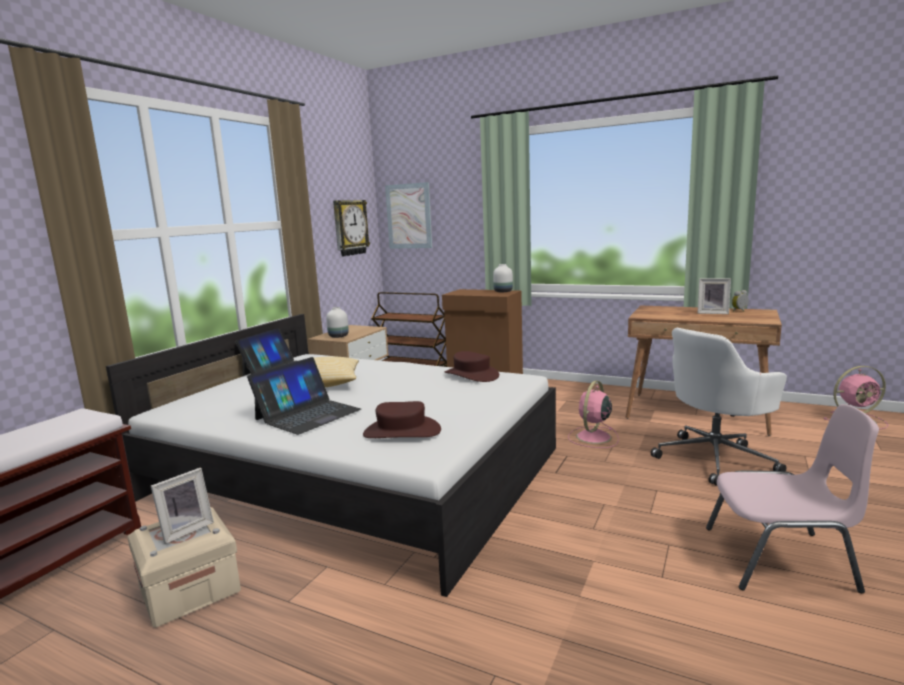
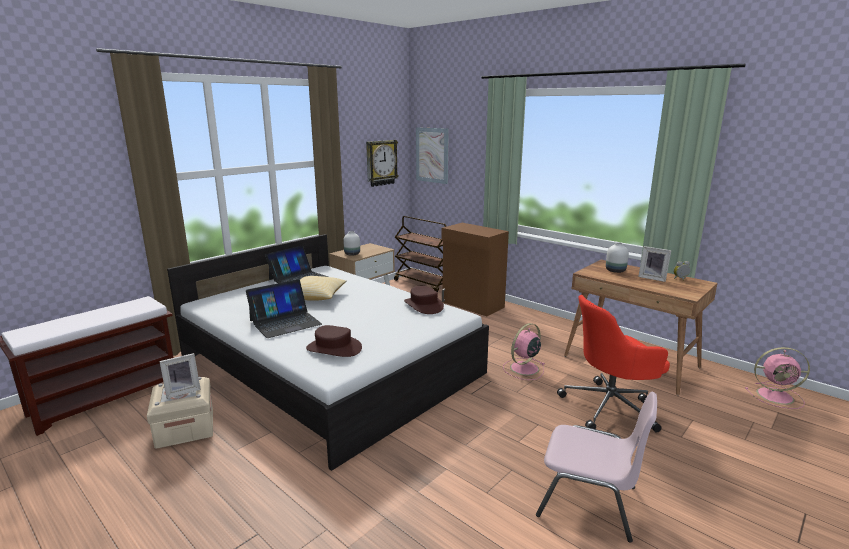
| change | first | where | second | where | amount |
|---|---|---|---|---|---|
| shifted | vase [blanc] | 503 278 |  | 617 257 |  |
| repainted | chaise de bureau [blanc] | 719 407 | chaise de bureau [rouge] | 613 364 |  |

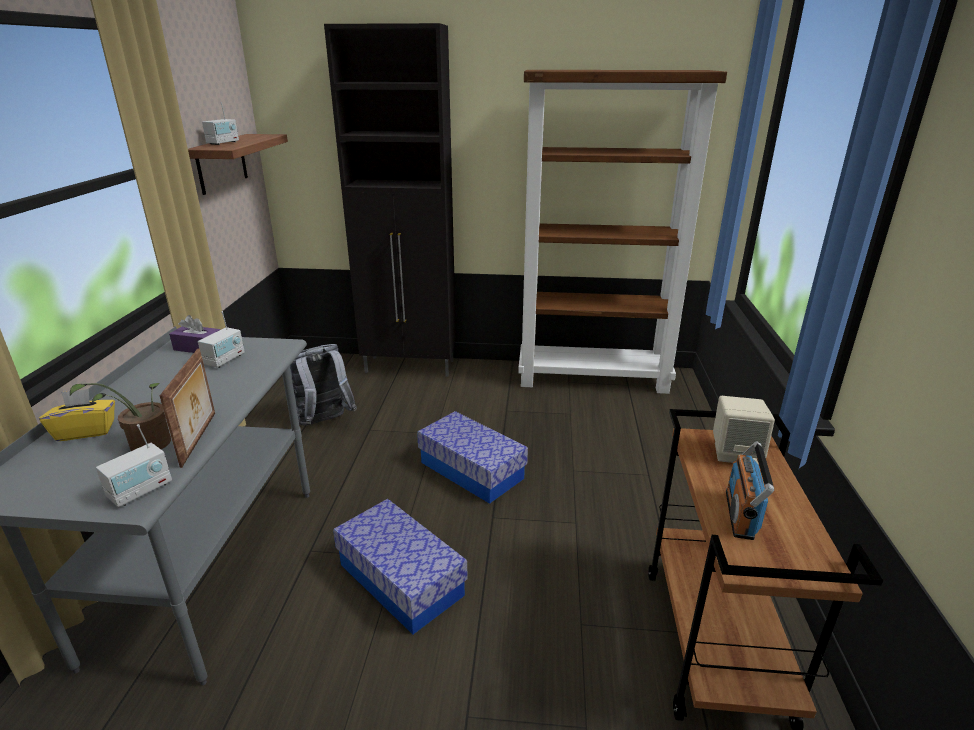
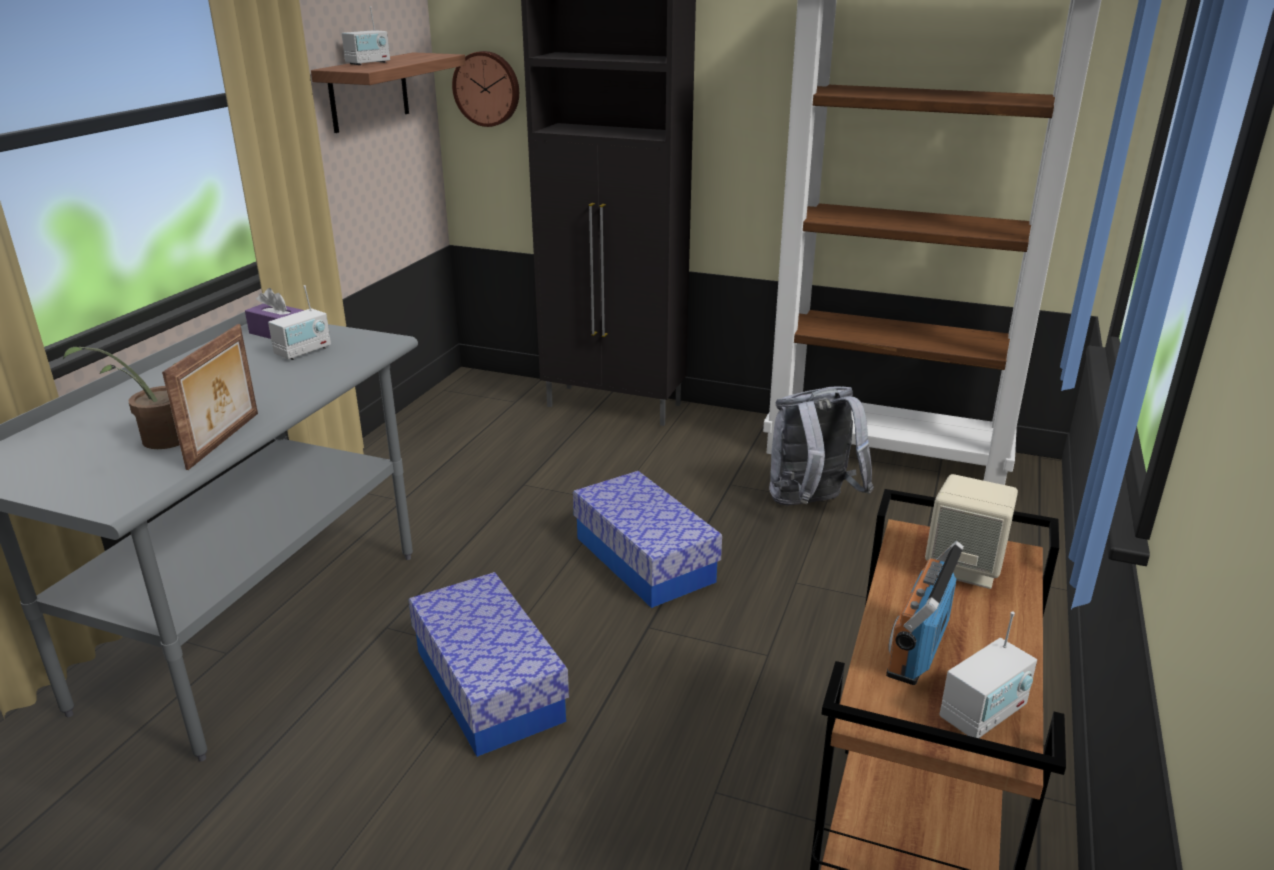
| change | first | where | second | where | amount |
|---|---|---|---|---|---|
| gone | boîte à mouchoirs [jaune] | 77 415 |  |  |  |
| new |  |  | horloge murale | 485 89 |  |
| shifted | radio | 134 465 |  | 988 674 |  |
| shifted | sac à dos [gris] | 323 384 |  | 821 446 |  |

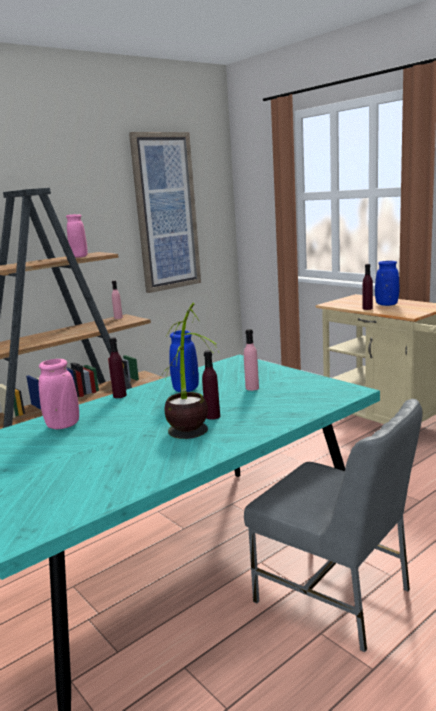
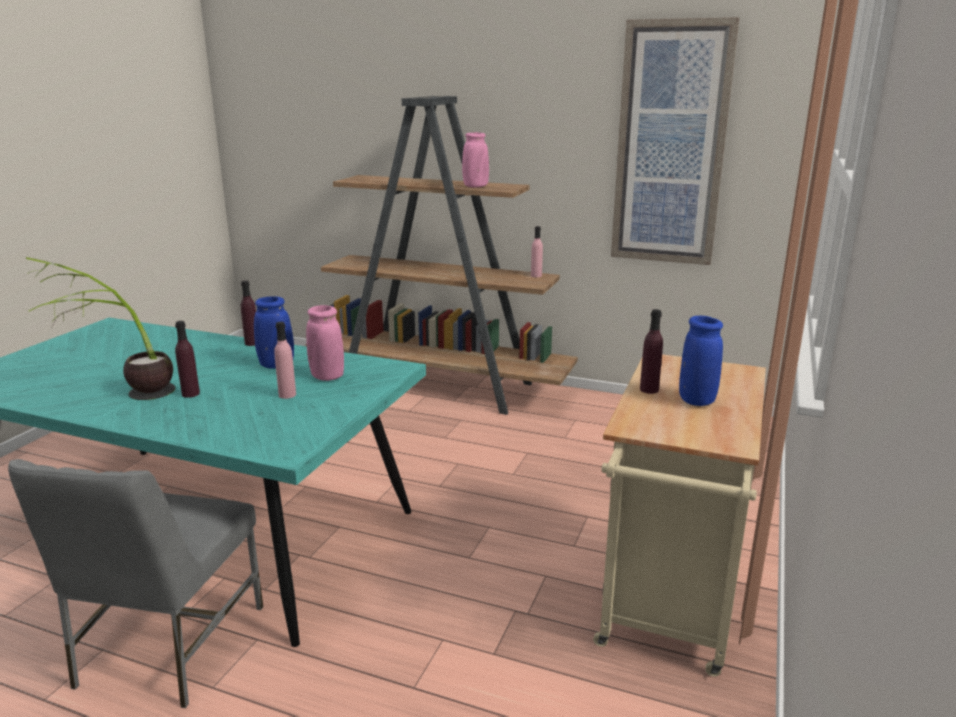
| change | first | where | second | where | amount |
|---|---|---|---|---|---|
| shifted | vase [rose] | 59 394 |  | 325 343 |  |

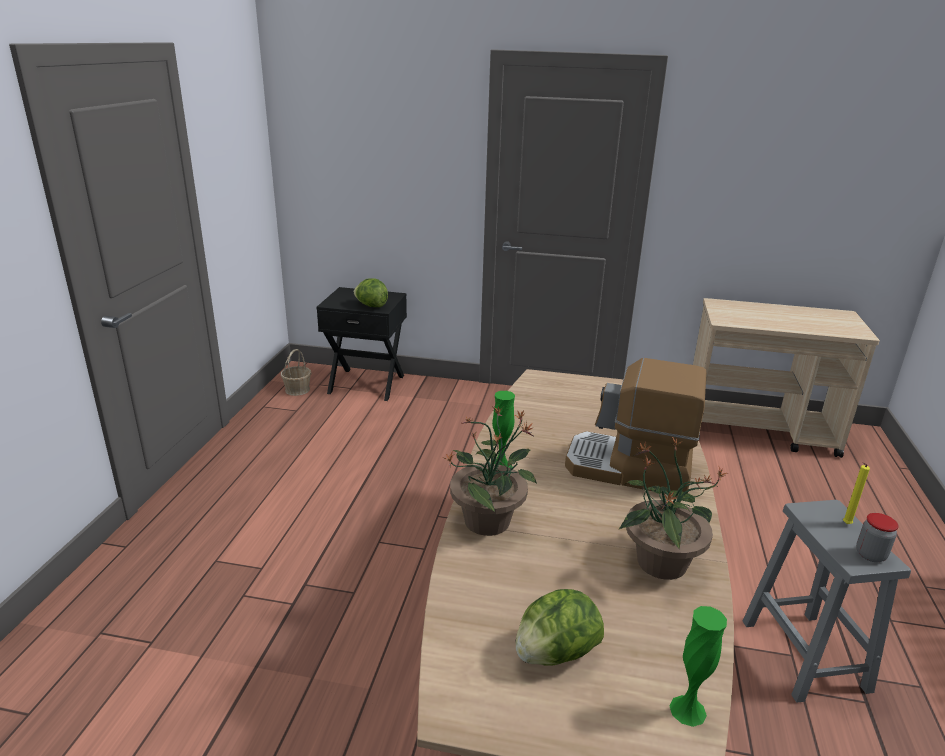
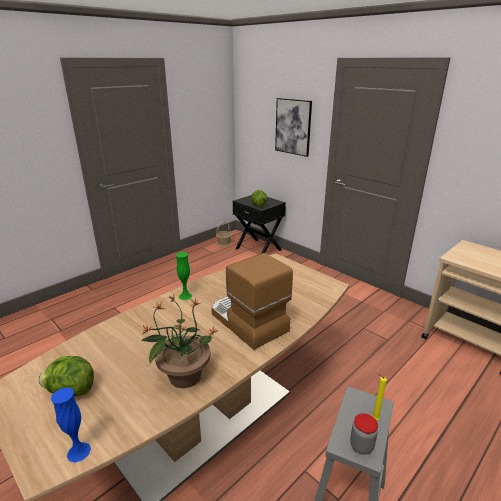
| change | first | where | second | where | amount |
|---|---|---|---|---|---|
| gone | plante en pot | 490 471 |  |  |  |
| new |  |  | tableau | 293 127 |  |
| repainted | vase [vert] | 698 666 | vase [bleu] | 71 425 |  |

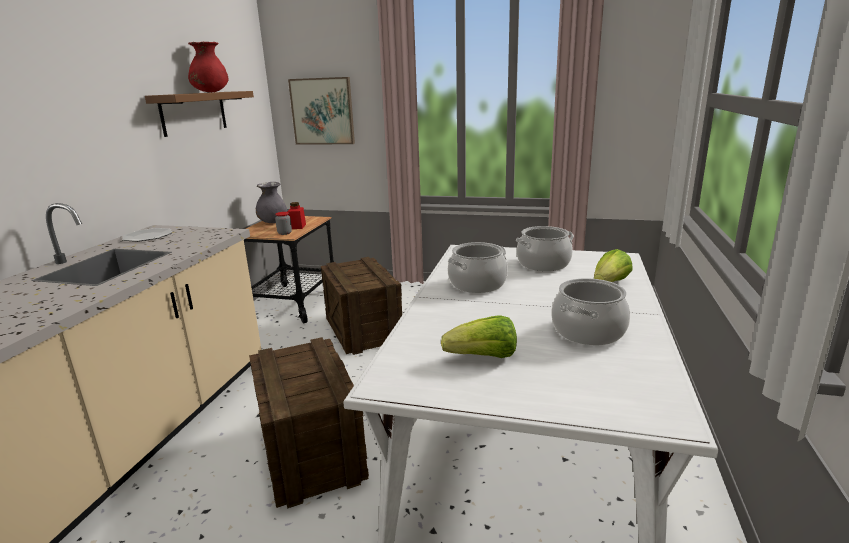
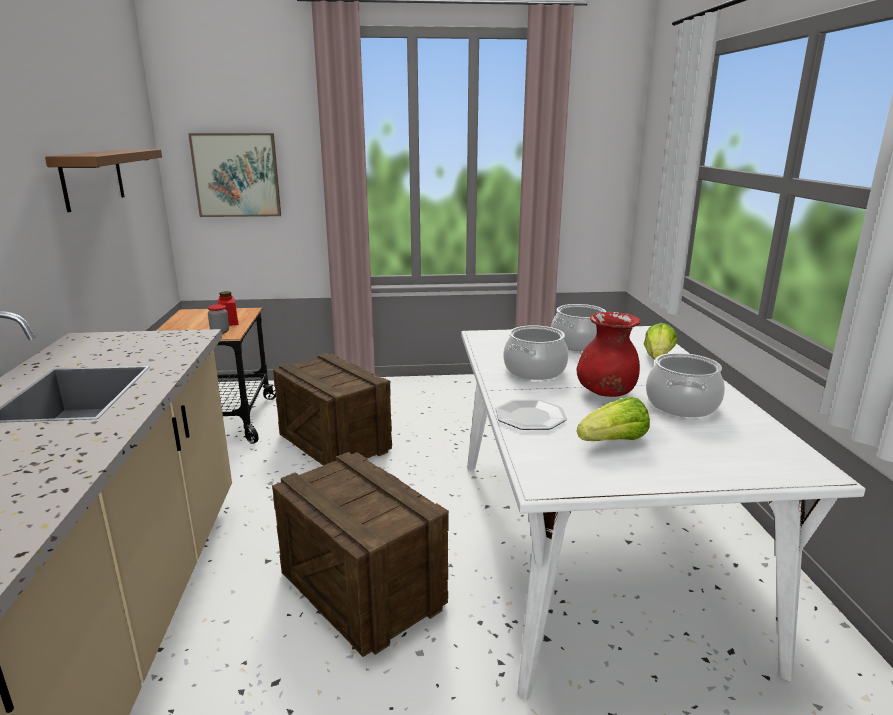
| change | first | where | second | where | amount |
|---|---|---|---|---|---|
| gone | vase [gris] | 271 202 |  |  |  |
| shifted | assiette | 147 235 |  | 531 414 |  |
| shifted | vase [rouge] | 208 67 |  | 608 354 |  |

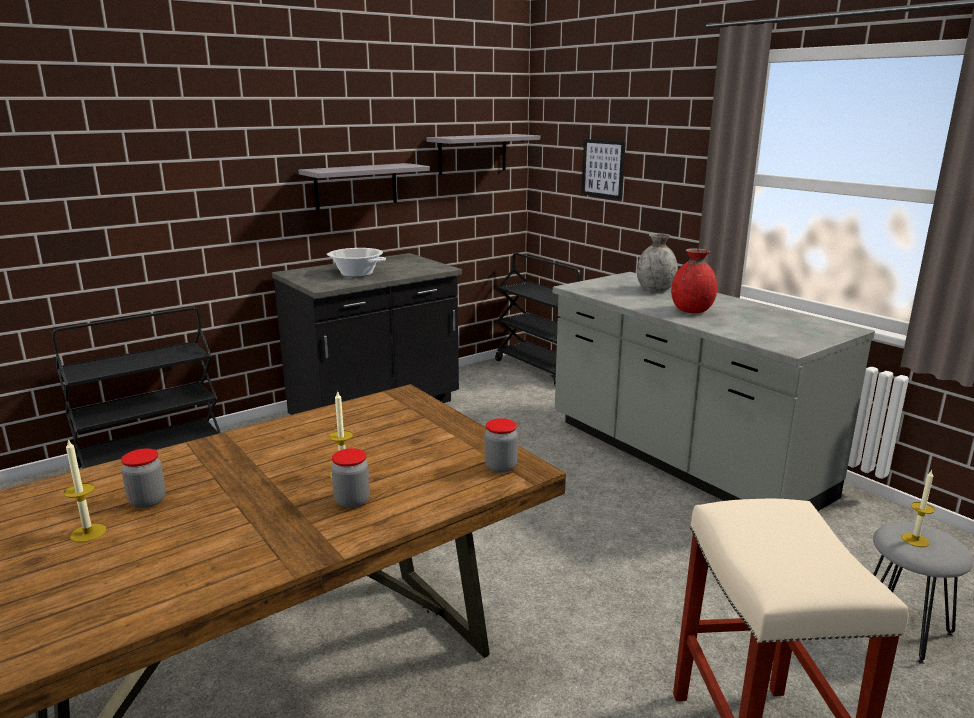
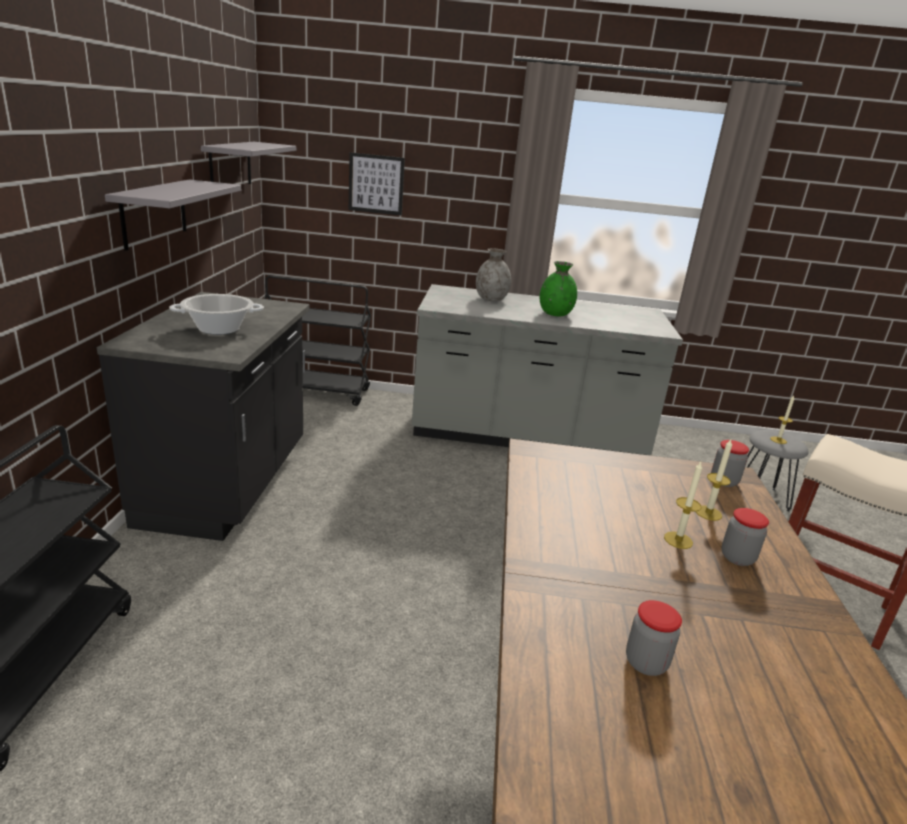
| change | first | where | second | where | amount |
|---|---|---|---|---|---|
| shifted | bougie | 84 491 |  | 714 480 |  |
| repainted | vase [rouge] | 694 280 | vase [vert] | 558 288 |  |

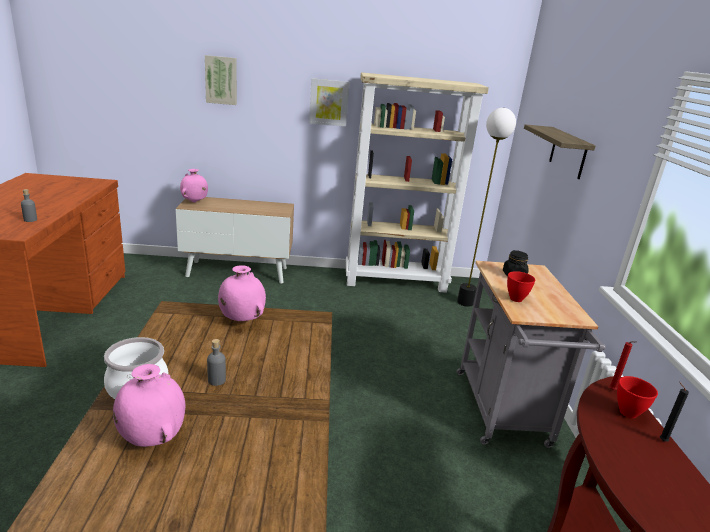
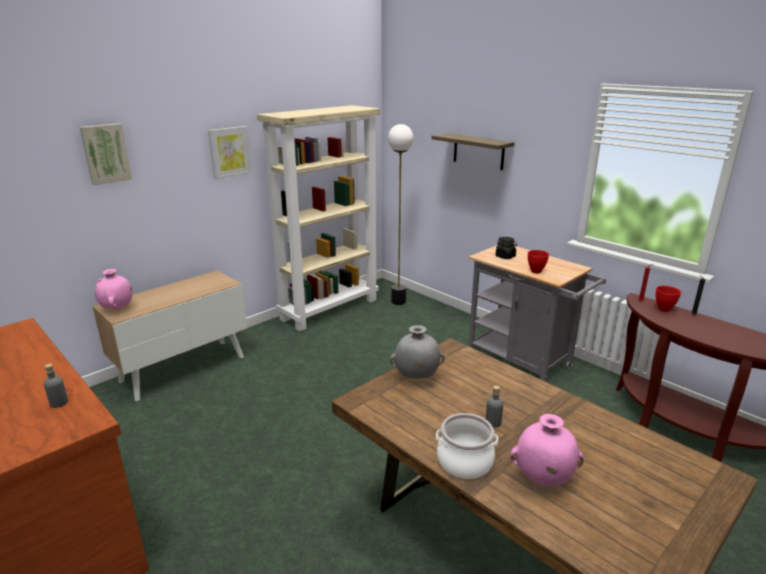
| change | first | where | second | where | amount |
|---|---|---|---|---|---|
| repainted | vase [rose] | 242 293 | vase [gris] | 417 352 |  |

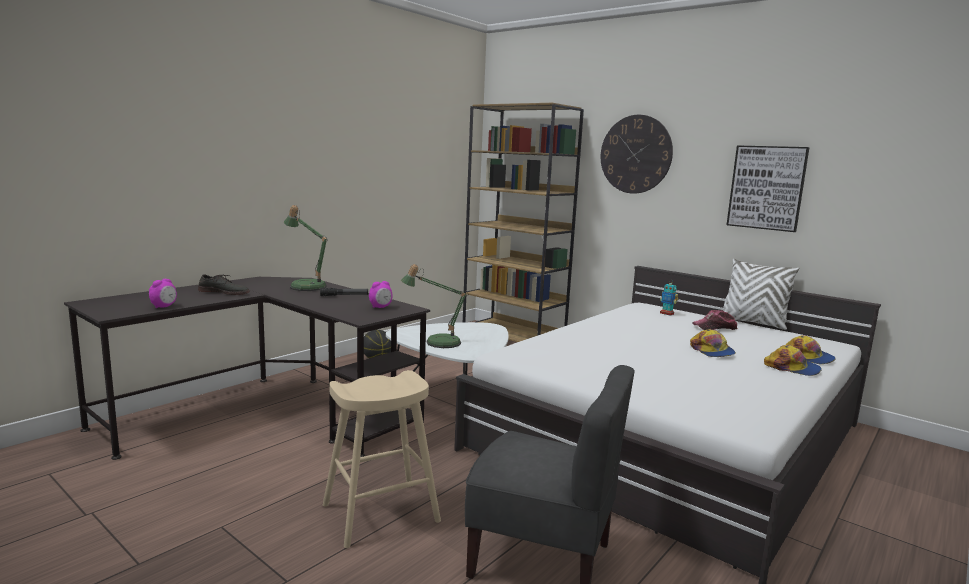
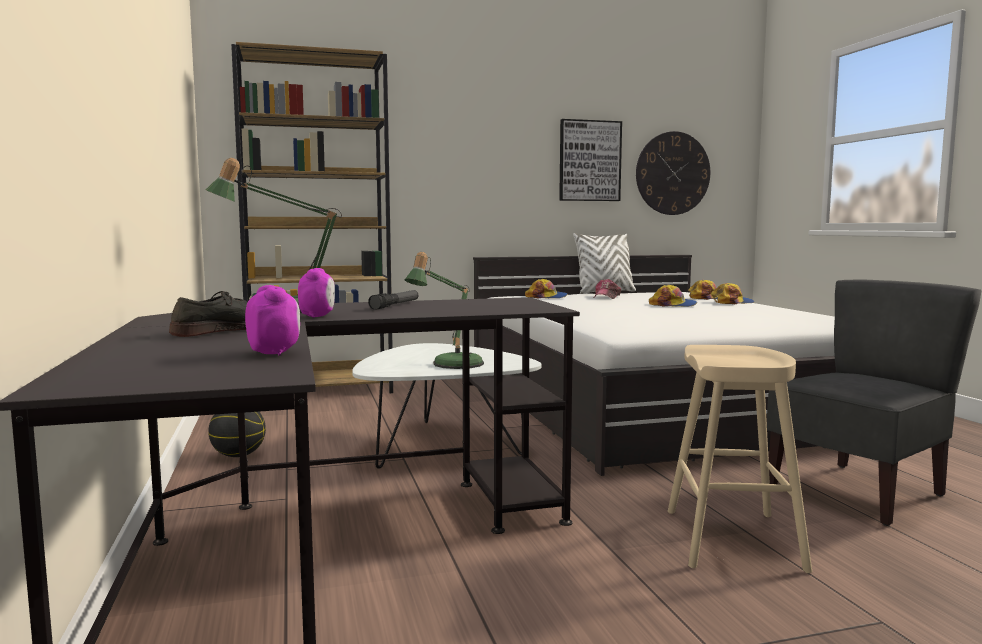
| change | first | where | second | where | amount |
|---|---|---|---|---|---|
| shifted | réveil | 381 294 |  | 316 293 |  |
| shifted | horloge murale | 637 154 |  | 673 173 |  |
| swapped | robot jouet | 669 298 | casquette | 546 288 |  |

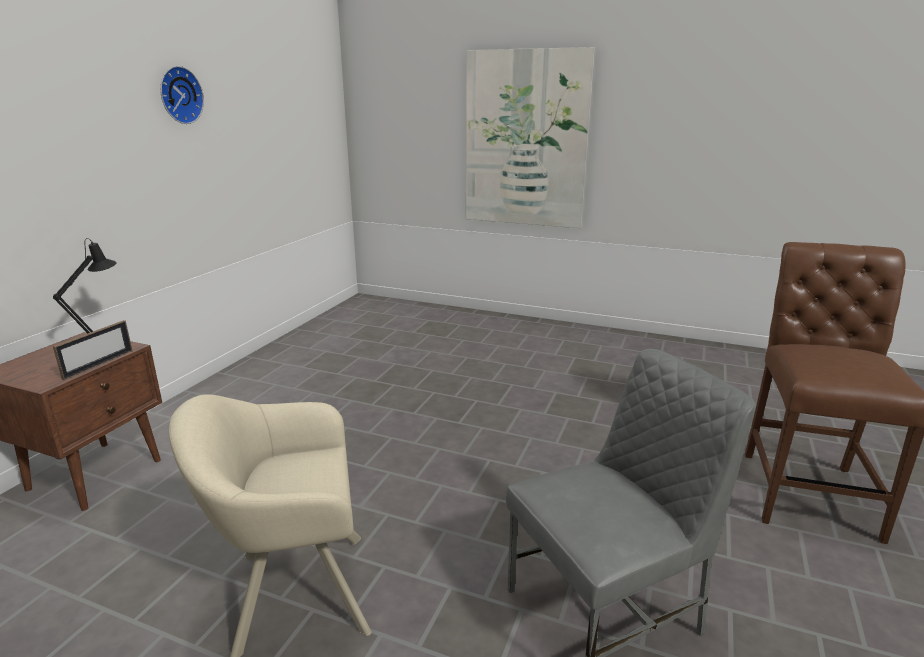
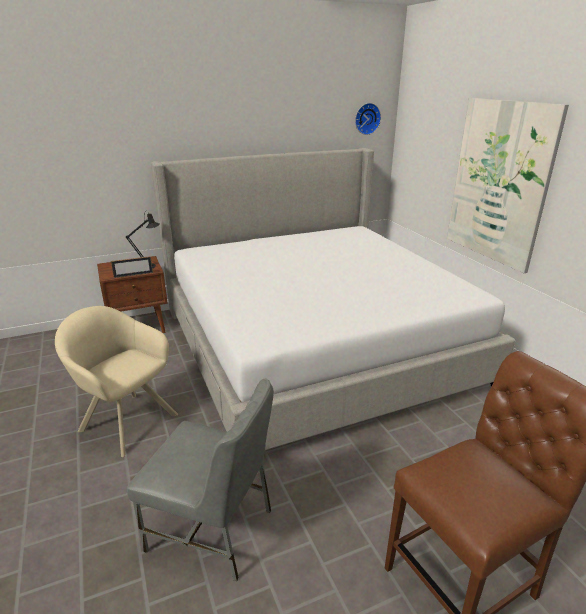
| change | first | where | second | where | amount |
|---|---|---|---|---|---|
| new |  |  | lit | 333 299 |  |
| shifted | horloge murale | 182 95 |  | 368 119 |  |

